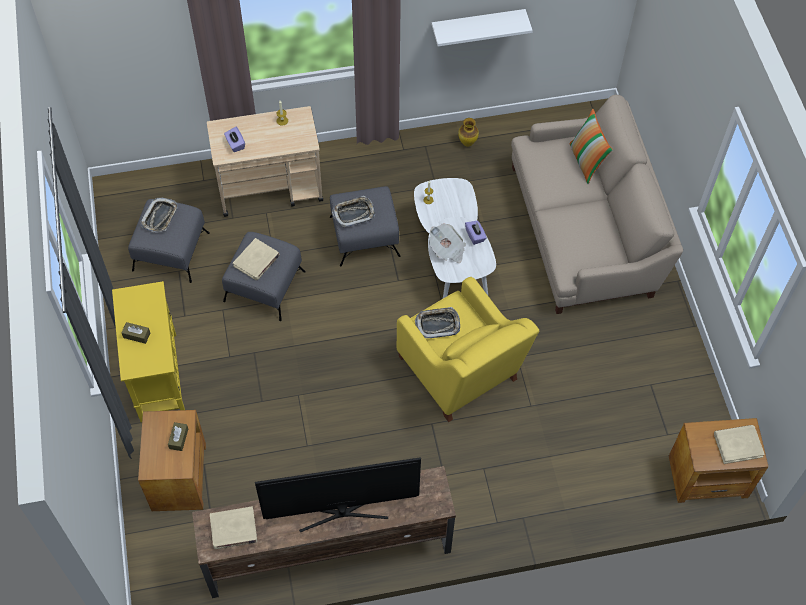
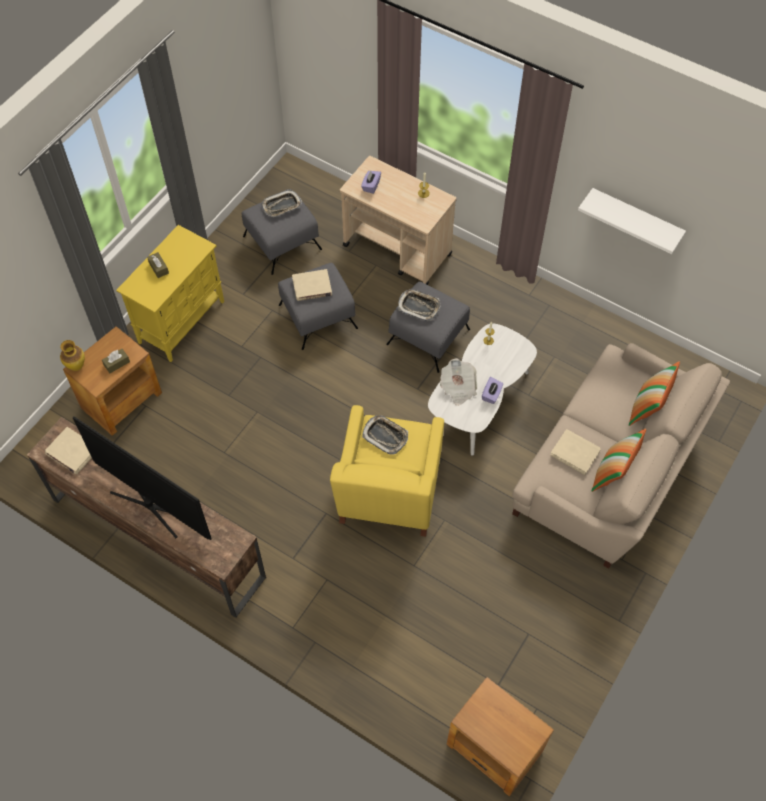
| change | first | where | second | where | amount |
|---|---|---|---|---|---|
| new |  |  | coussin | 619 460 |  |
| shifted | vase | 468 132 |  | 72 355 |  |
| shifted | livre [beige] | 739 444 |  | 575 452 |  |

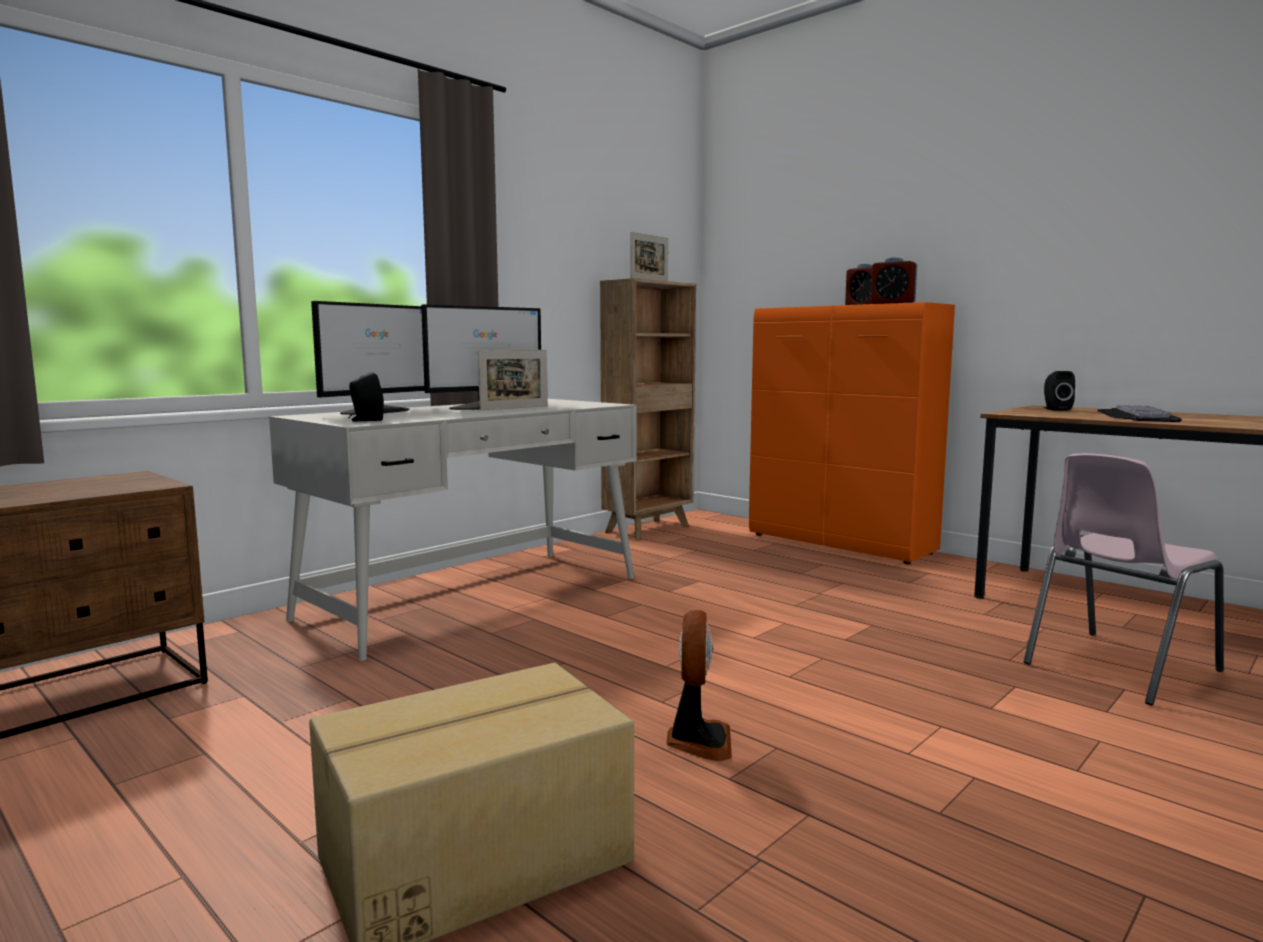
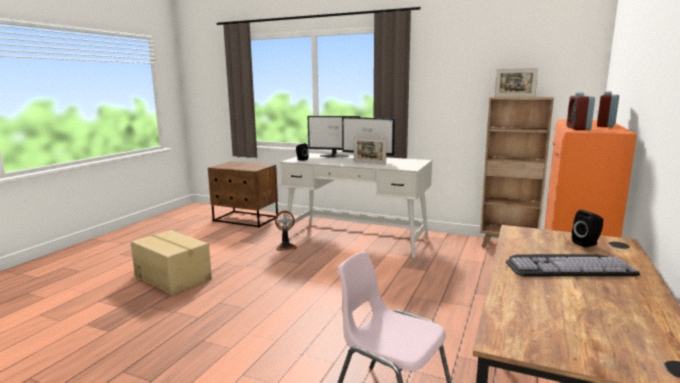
| change | first | where | second | where | amount |
|---|---|---|---|---|---|
| shifted | ventilateur | 699 685 |  | 286 231 |  |

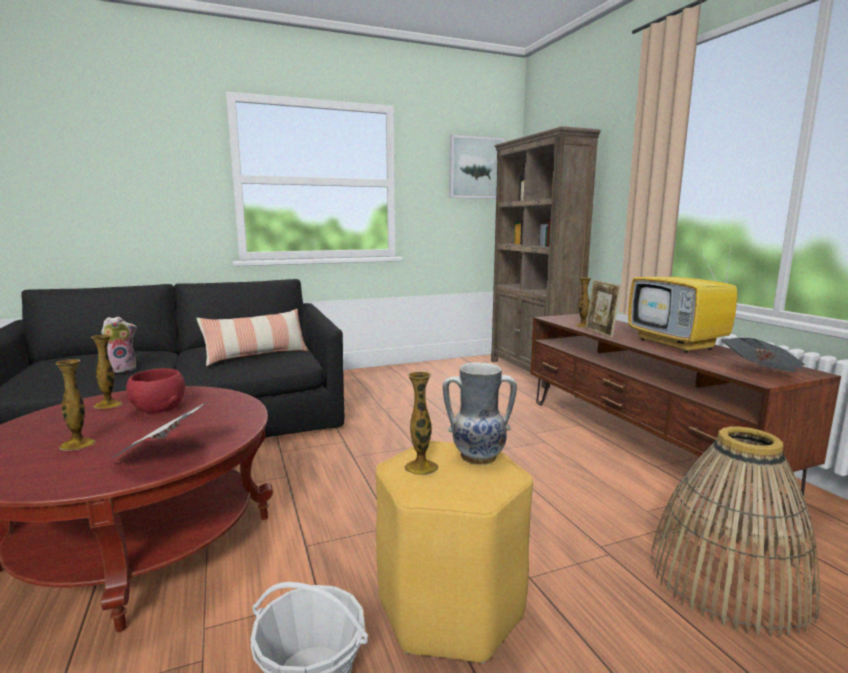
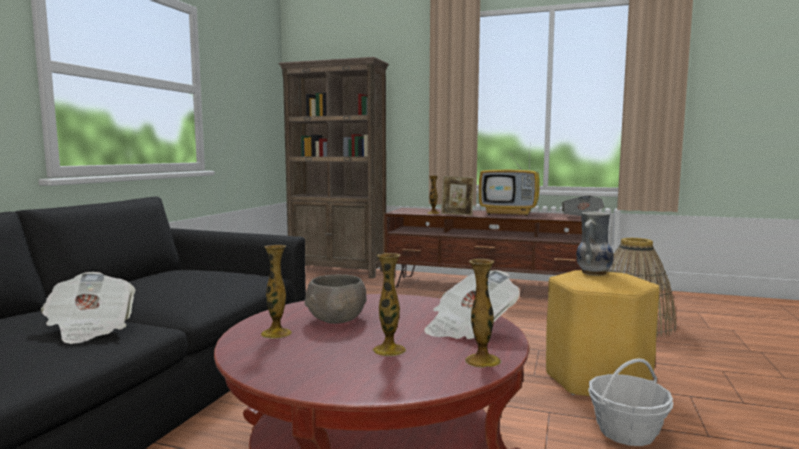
| change | first | where | second | where | amount |
|---|---|---|---|---|---|
| gone | coussin | 252 337 |  |  |  |
| gone | tableau | 477 167 |  |  |  |
| shifted | vase | 421 423 |  | 483 313 |  |
| swapped | peluche | 119 344 | journal | 88 308 |  |
| repainted | bol [rouge] | 155 390 | bol [gris] | 336 299 |  |

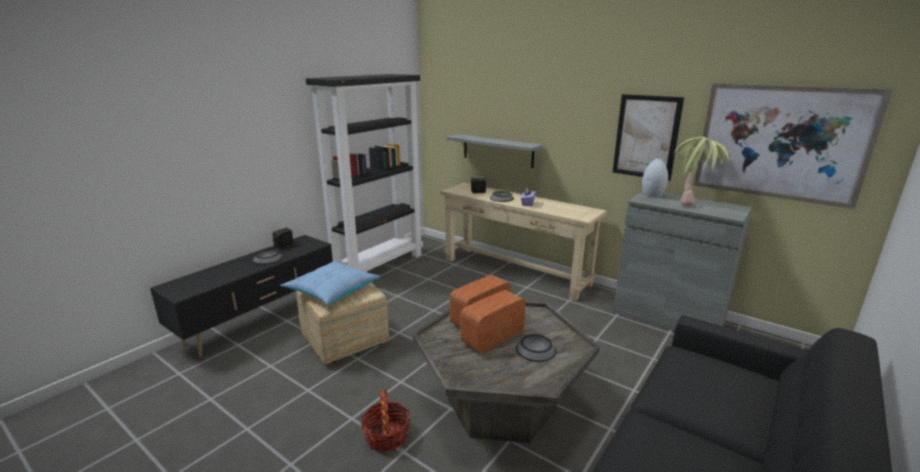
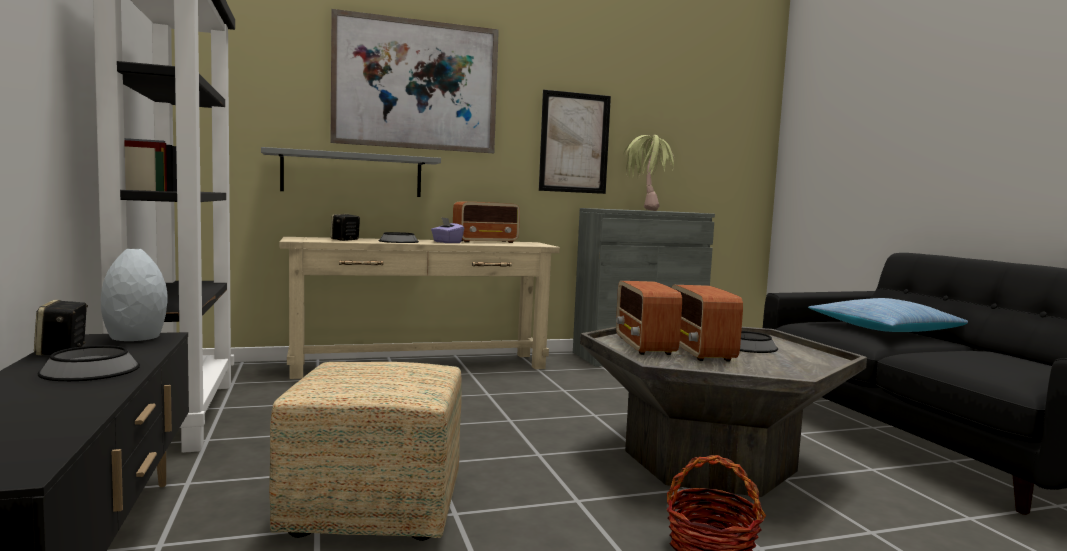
| change | first | where | second | where | amount |
|---|---|---|---|---|---|
| new |  |  | radio | 486 222 |  |
| shifted | coussin | 330 283 |  | 888 315 |  |
| shifted | vase [gris] | 655 177 |  | 134 294 |  |
| shifted | tableau | 793 146 |  | 414 81 |  |

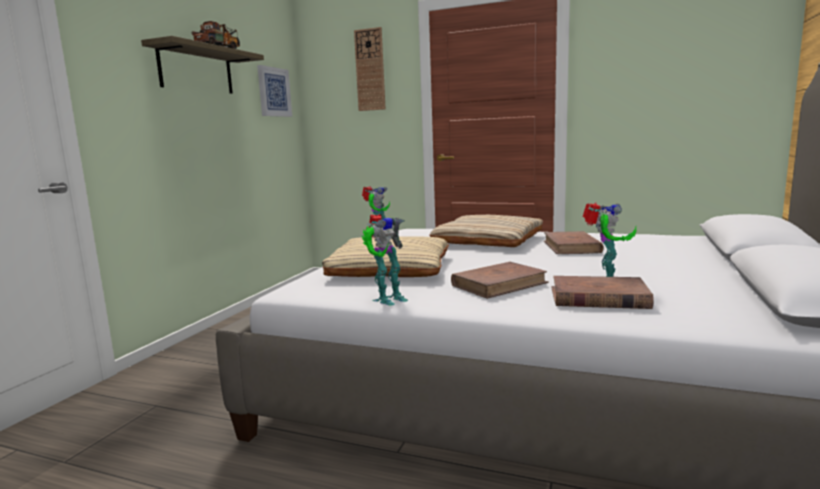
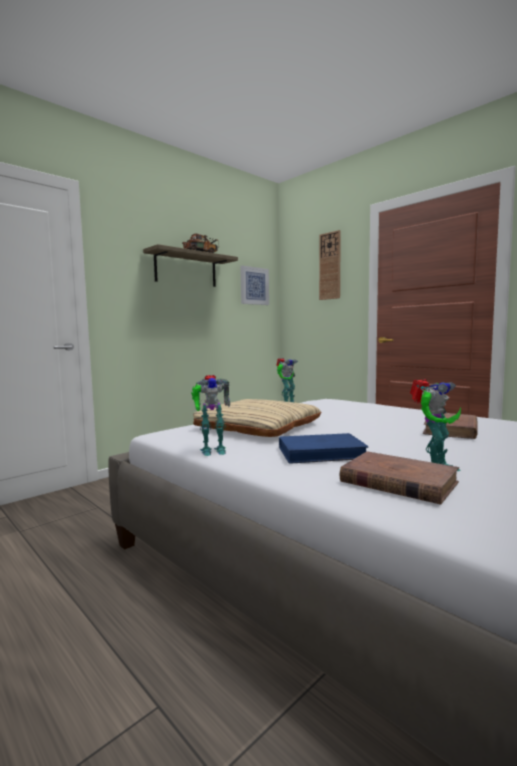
| change | first | where | second | where | amount |
|---|---|---|---|---|---|
| gone | coussin [beige] | 486 231 |  |  |  |
| repainted | livre [marron] | 500 280 | livre [bleu] | 324 448 |  |

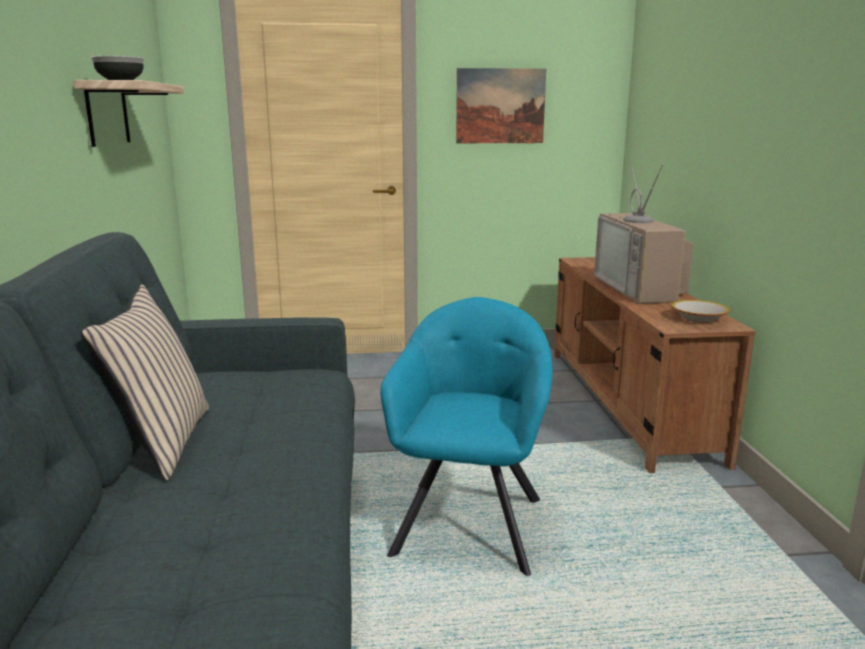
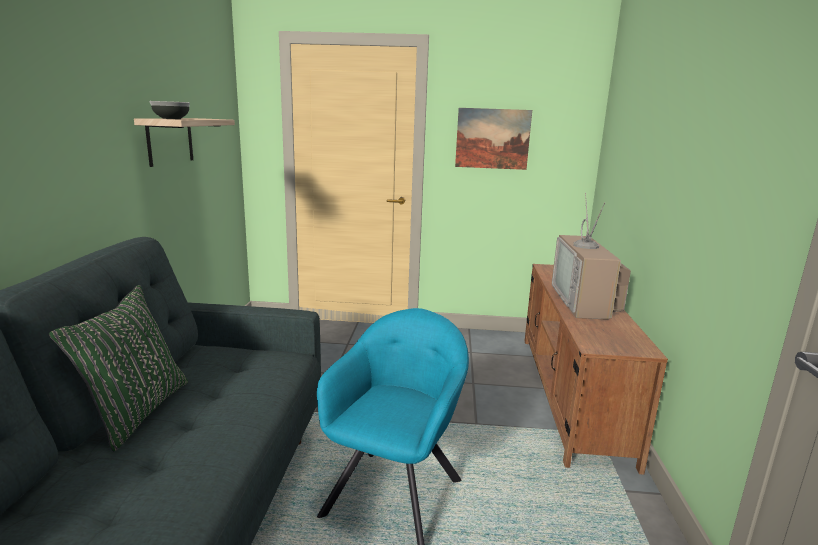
| change | first | where | second | where | amount |
|---|---|---|---|---|---|
| gone | bol | 700 311 |  |  |  |
| repainted | coussin [beige] | 145 382 | coussin [vert] | 118 368 |  |

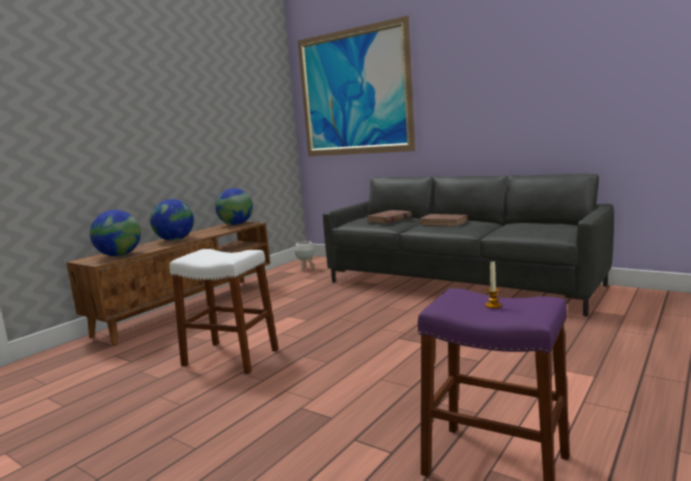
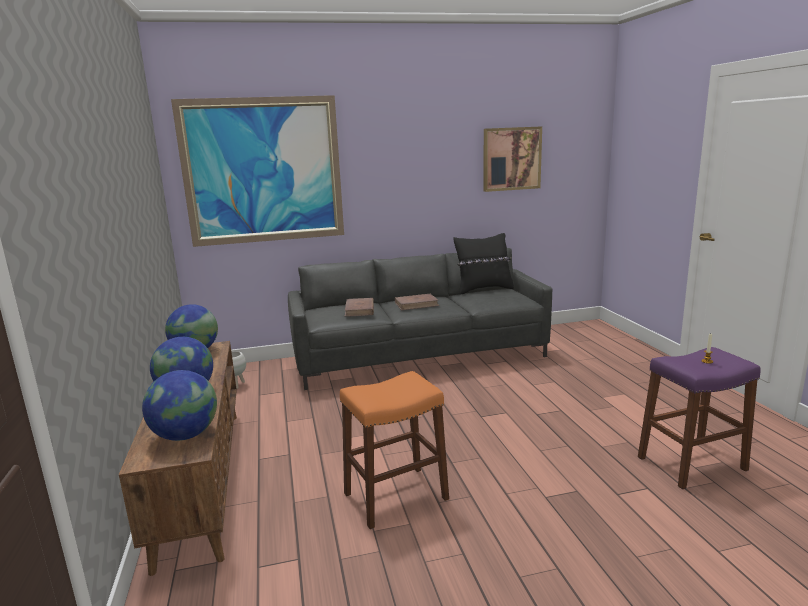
| change | first | where | second | where | amount |
|---|---|---|---|---|---|
| new |  |  | coussin [noir] | 483 263 |  |
| new |  |  | tableau | 513 159 |  |
| repainted | tabouret [blanc] | 223 311 | tabouret [orange] | 394 450 |  |

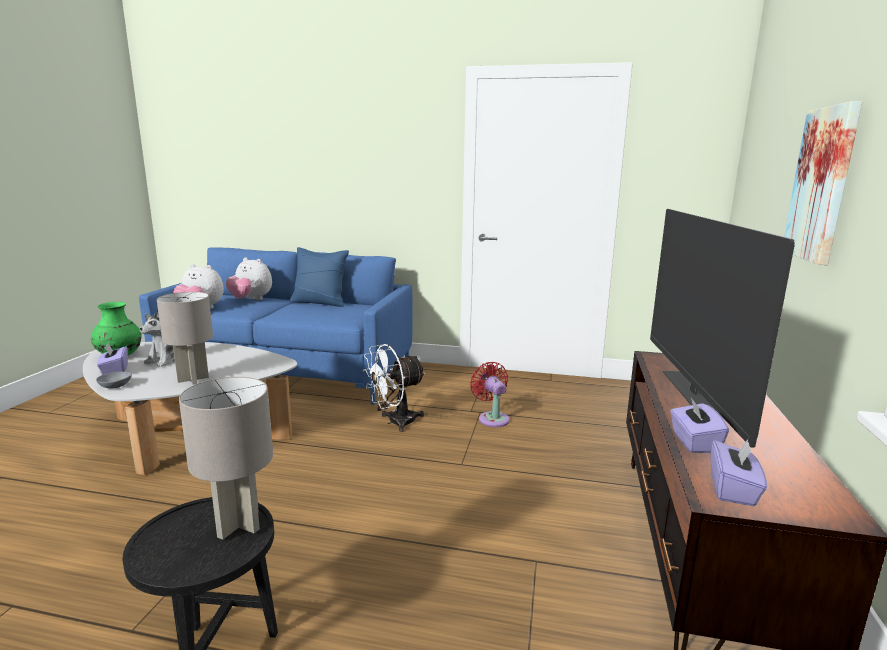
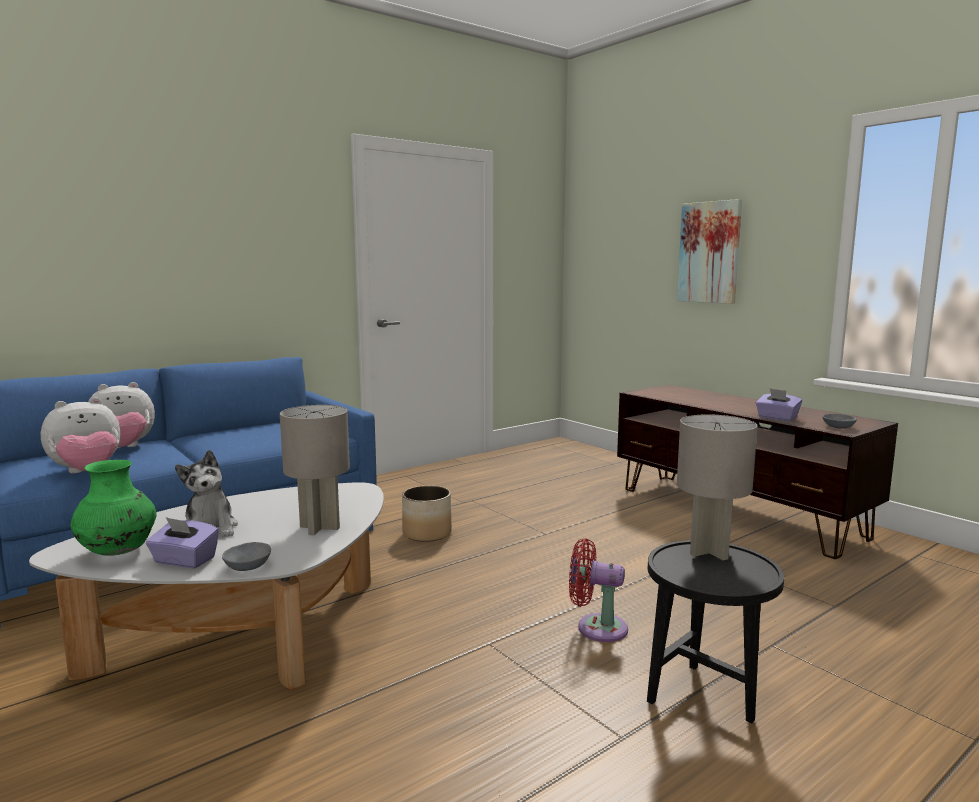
| change | first | where | second | where | amount |
|---|---|---|---|---|---|
| gone | coussin [bleu] | 319 277 |  |  |  |
| gone | téléviseur | 722 328 |  |  |  |
| shifted | ventilateur [rouge] | 490 394 |  | 598 590 |  |
| swapped | ventilateur [blanc] | 394 388 | cache-pot | 427 514 |  |
| swapped | boîte à mouchoirs [violet] | 738 472 | bol [gris] | 839 421 |  |

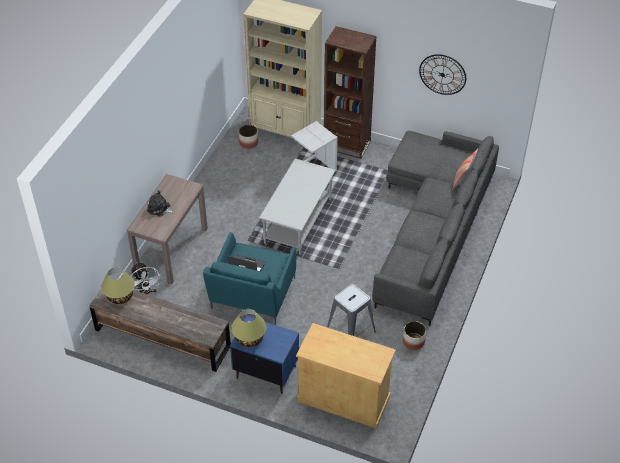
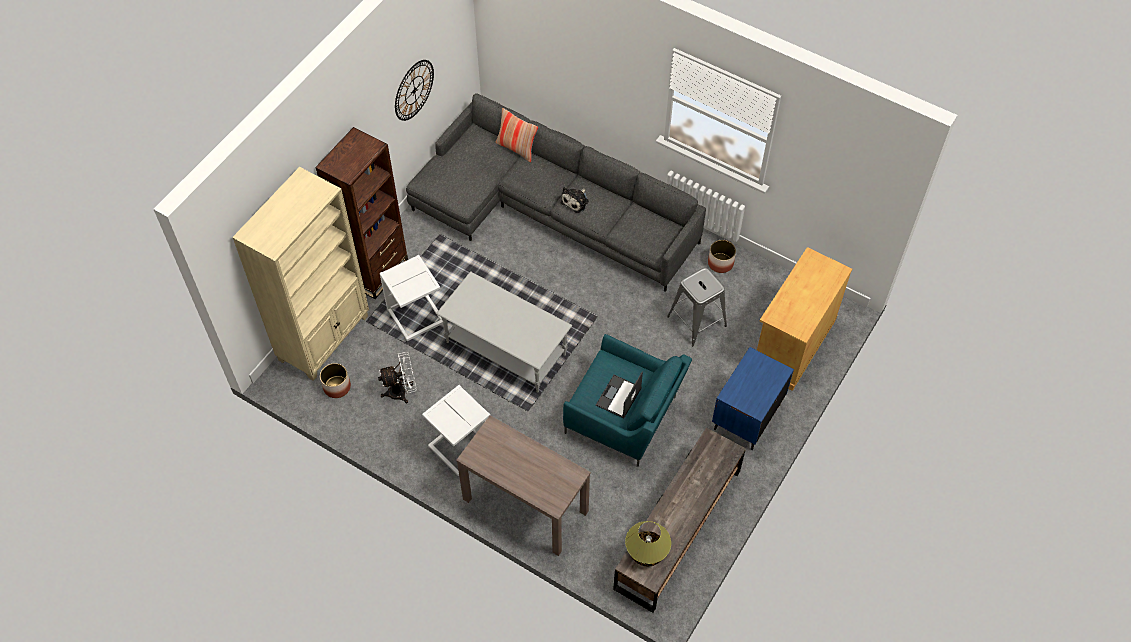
| change | first | where | second | where | amount |
|---|---|---|---|---|---|
| gone | lampe de table | 248 328 |  |  |  |
| new |  |  | table d'appoint [blanc] | 456 430 |  |
| shifted | ventilateur [blanc] | 146 278 |  | 397 377 |  |
| shifted | peluche | 161 203 |  | 575 200 |  |

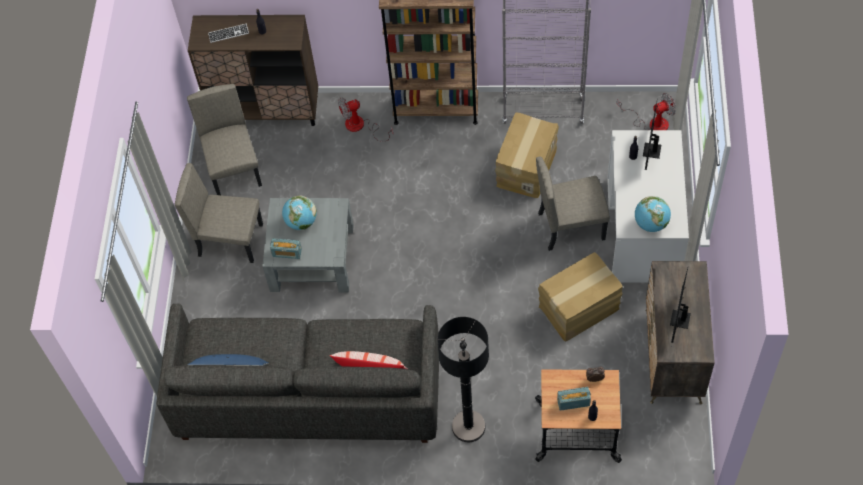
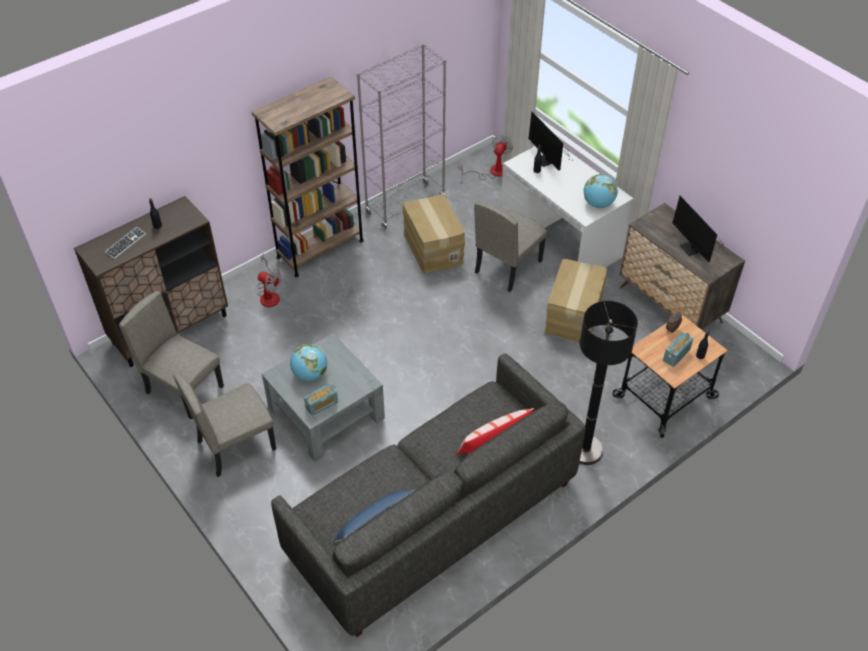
| change | first | where | second | where | amount |
|---|---|---|---|---|---|
| rotated | ventilateur | 365 119 |  | 269 280 | 90 degrees counterclockwise |

